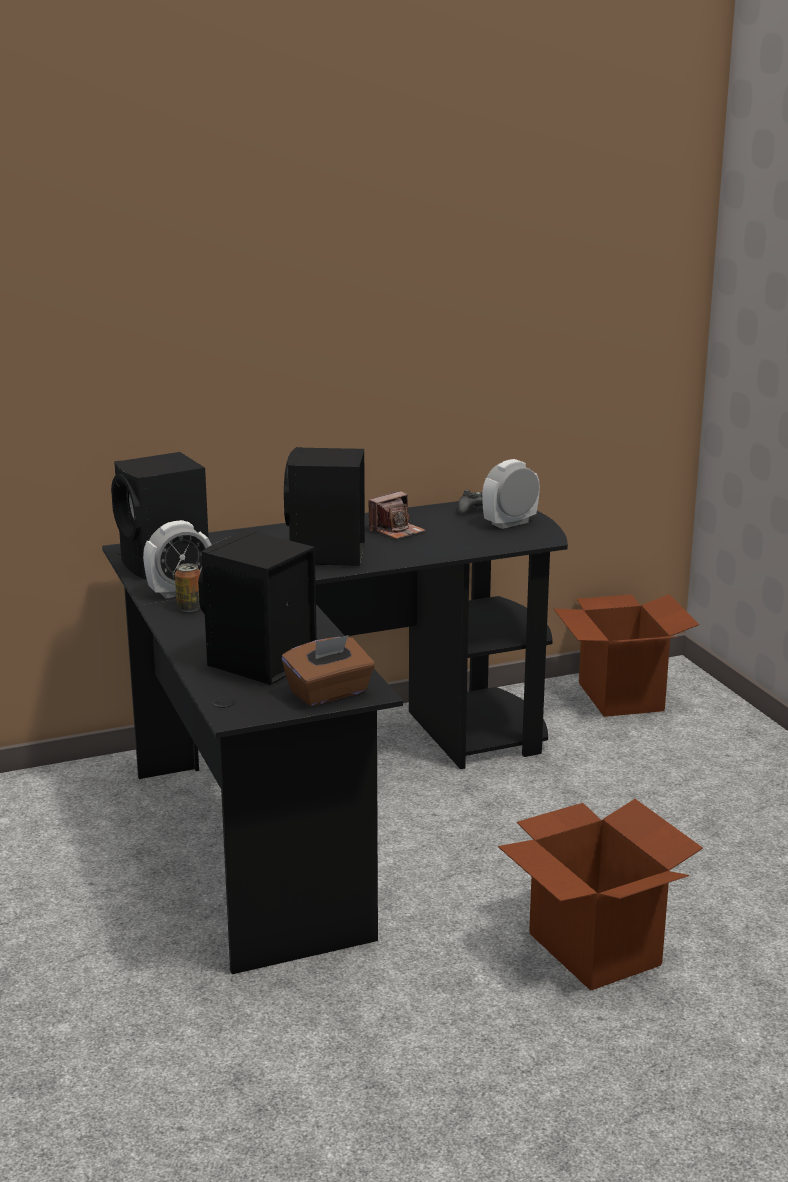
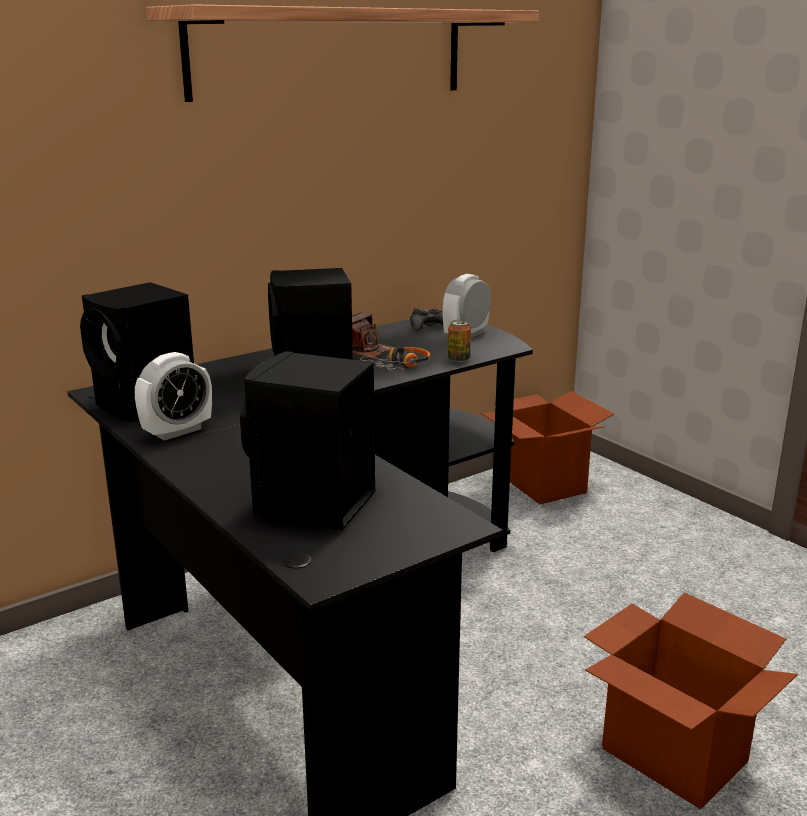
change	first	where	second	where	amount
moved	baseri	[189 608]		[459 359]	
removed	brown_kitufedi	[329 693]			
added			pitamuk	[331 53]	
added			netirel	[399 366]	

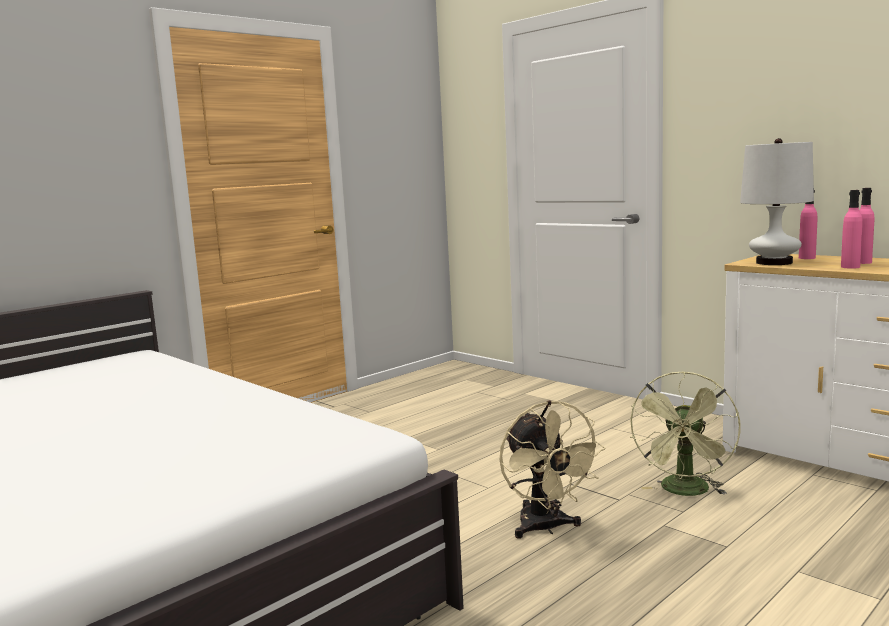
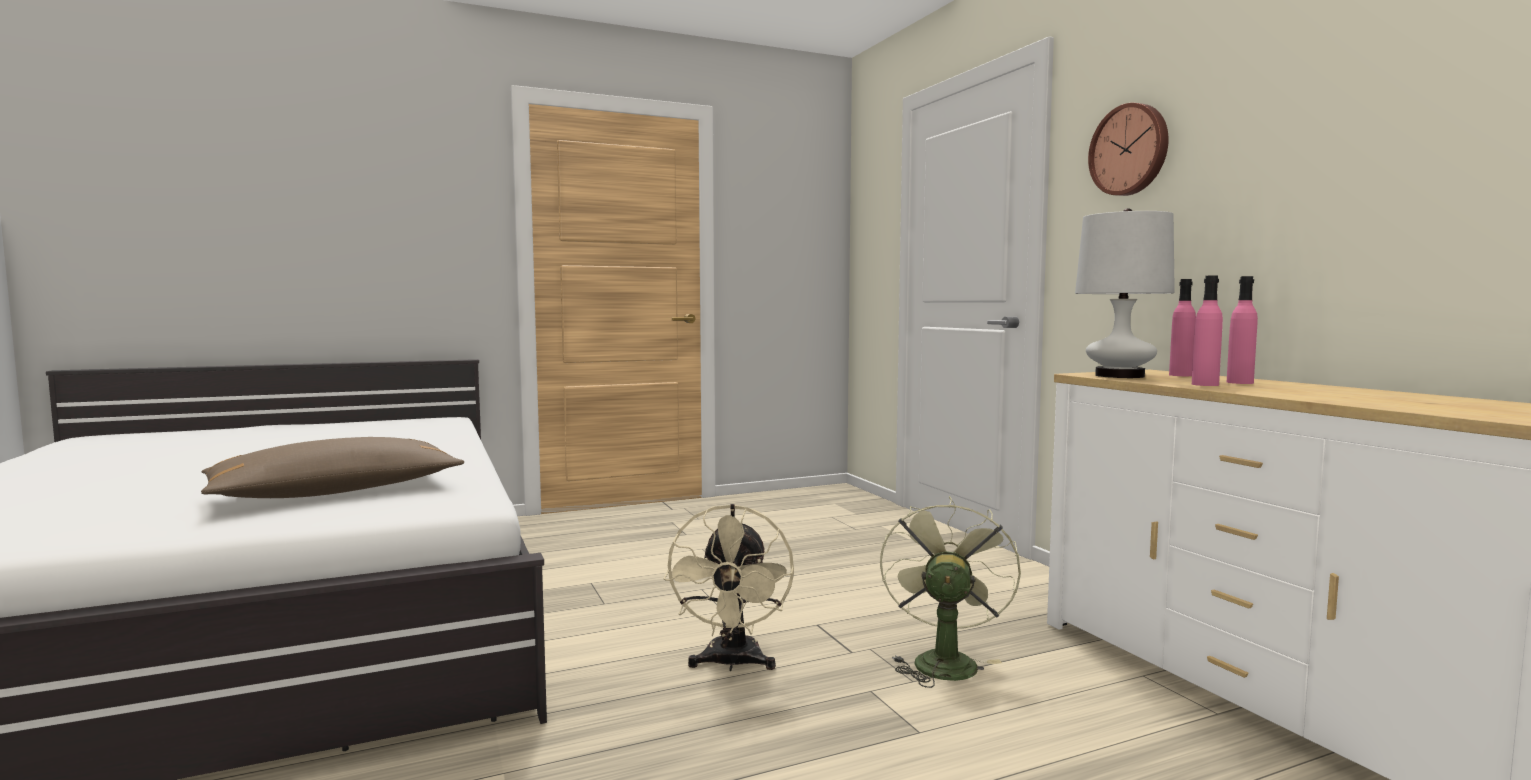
change	first	where	second	where	amount
turned	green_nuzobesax	[685 492]		[943 660]	150 degrees clockwise
added			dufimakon	[1130 150]	
added			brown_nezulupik	[336 492]	

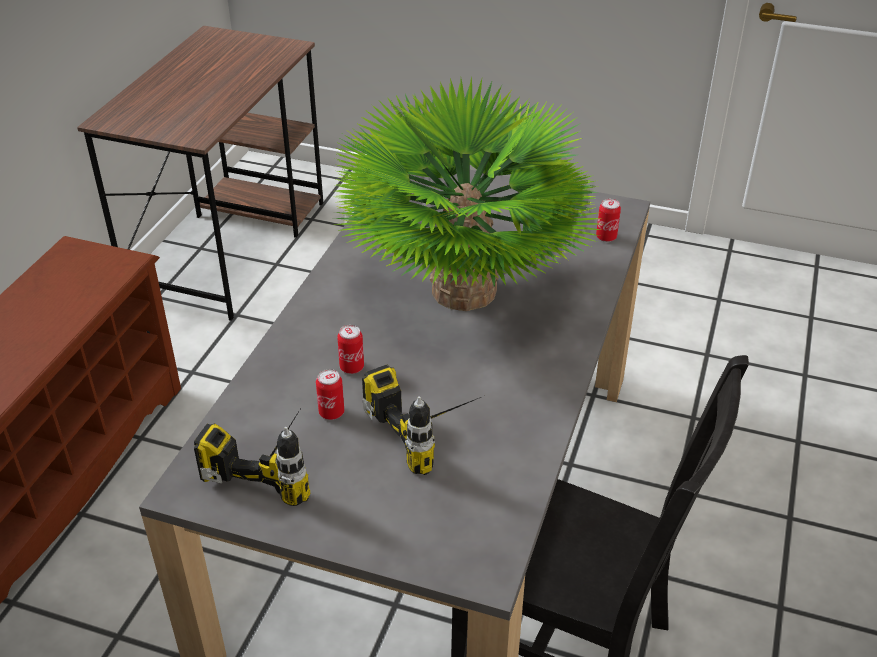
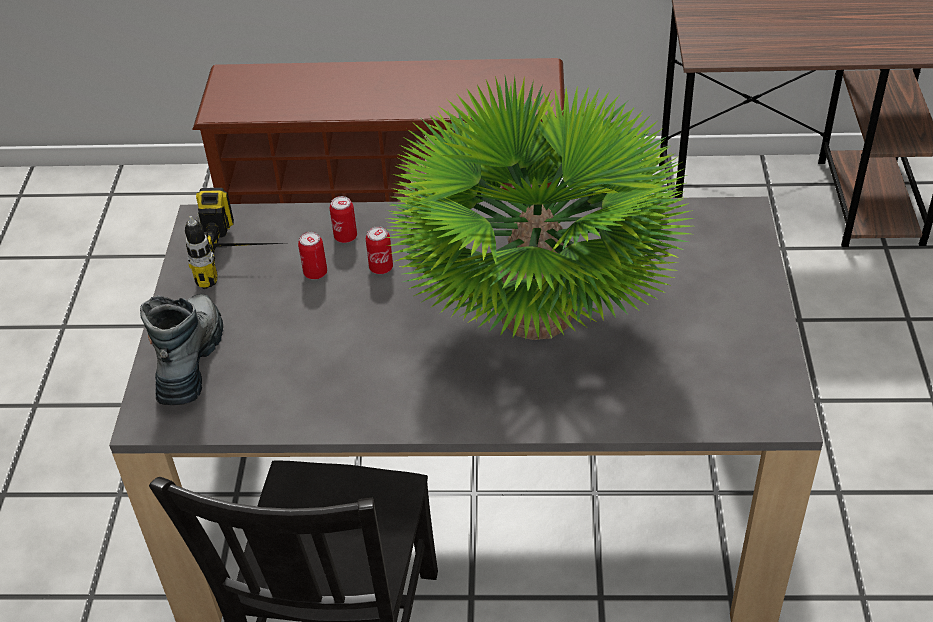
change	first	where	second	where	amount
moved	baseri	[606 237]		[345 237]	
removed	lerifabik	[434 430]			
added			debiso	[190 360]	

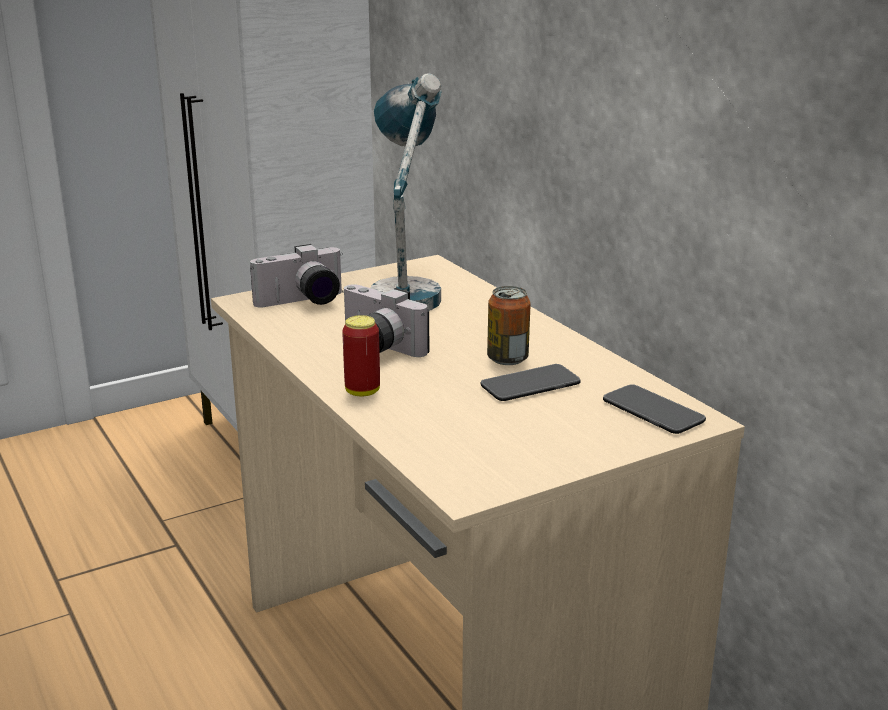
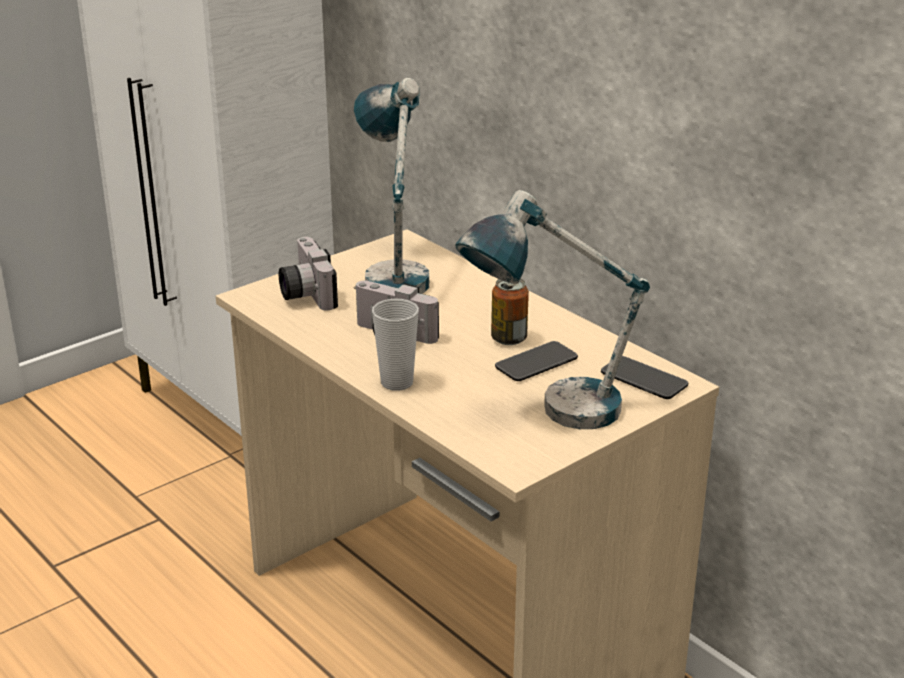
change	first	where	second	where	amount
turned	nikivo	[303 302]		[304 293]	105 degrees clockwise
replaced	baseri	[362 391]	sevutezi	[397 382]	
added			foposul	[548 412]	

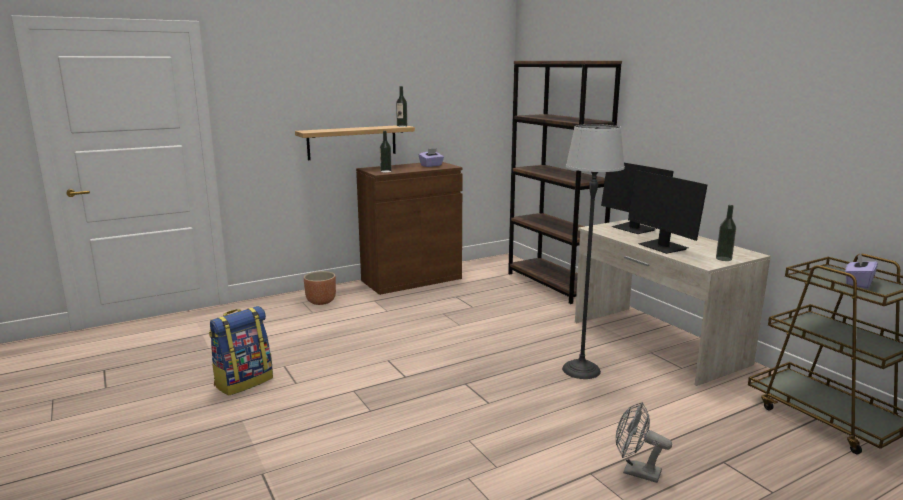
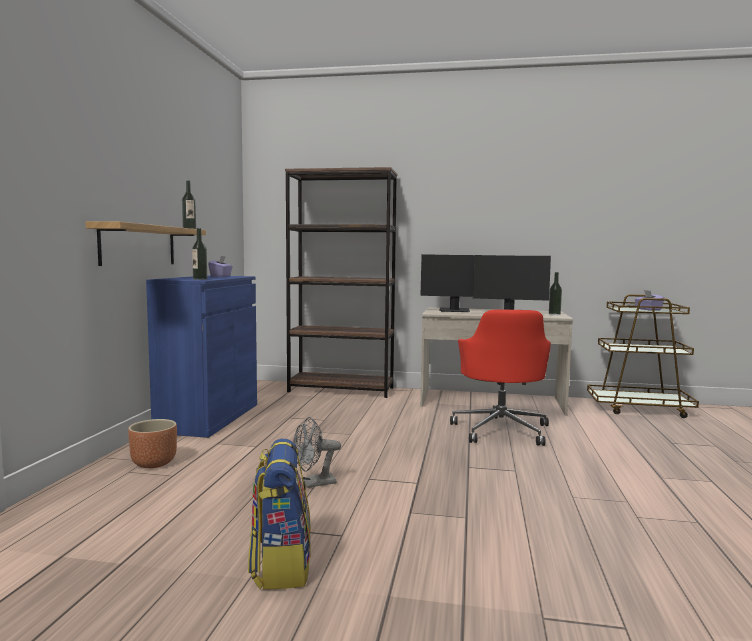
change	first	where	second	where	amount
replaced	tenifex	[581 369]	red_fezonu	[501 430]	
recoloured	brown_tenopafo	[411 279]	blue_tenopafo	[209 418]	
moved	grey_nuzobesax	[635 471]		[313 483]	

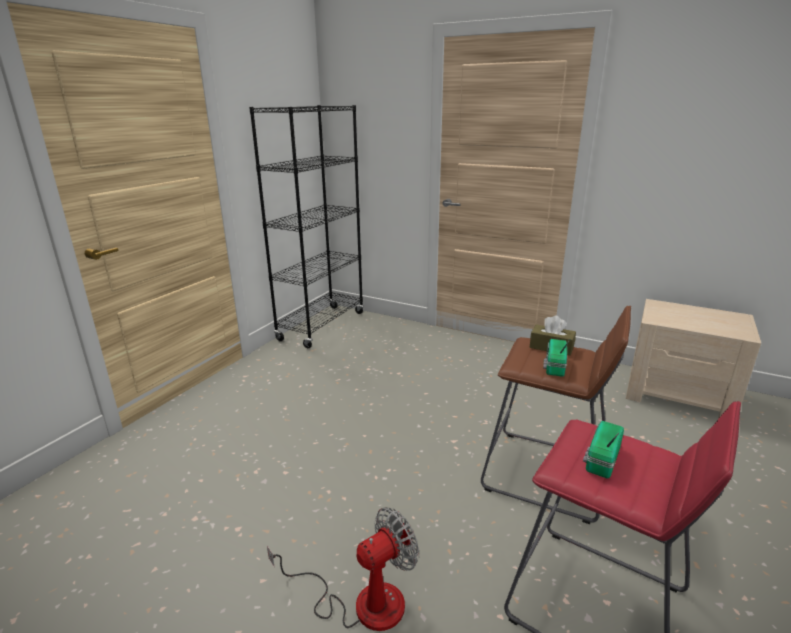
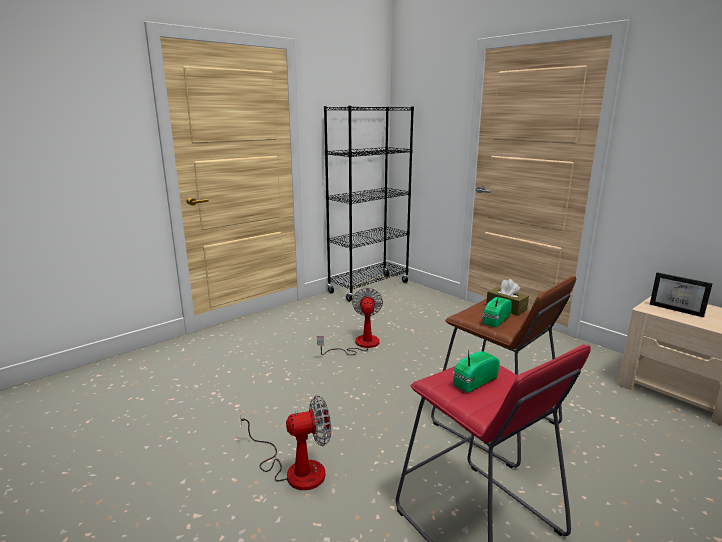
change	first	where	second	where	amount
added			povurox	[678 309]	
added			nuzobesax	[359 345]	

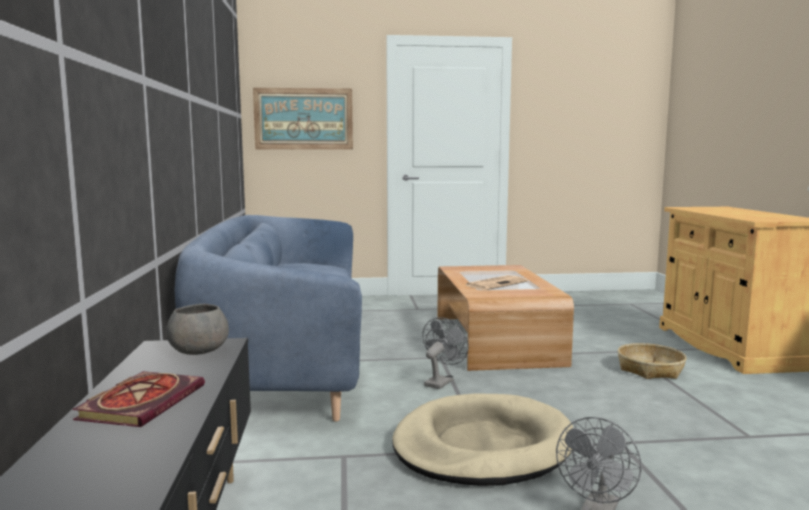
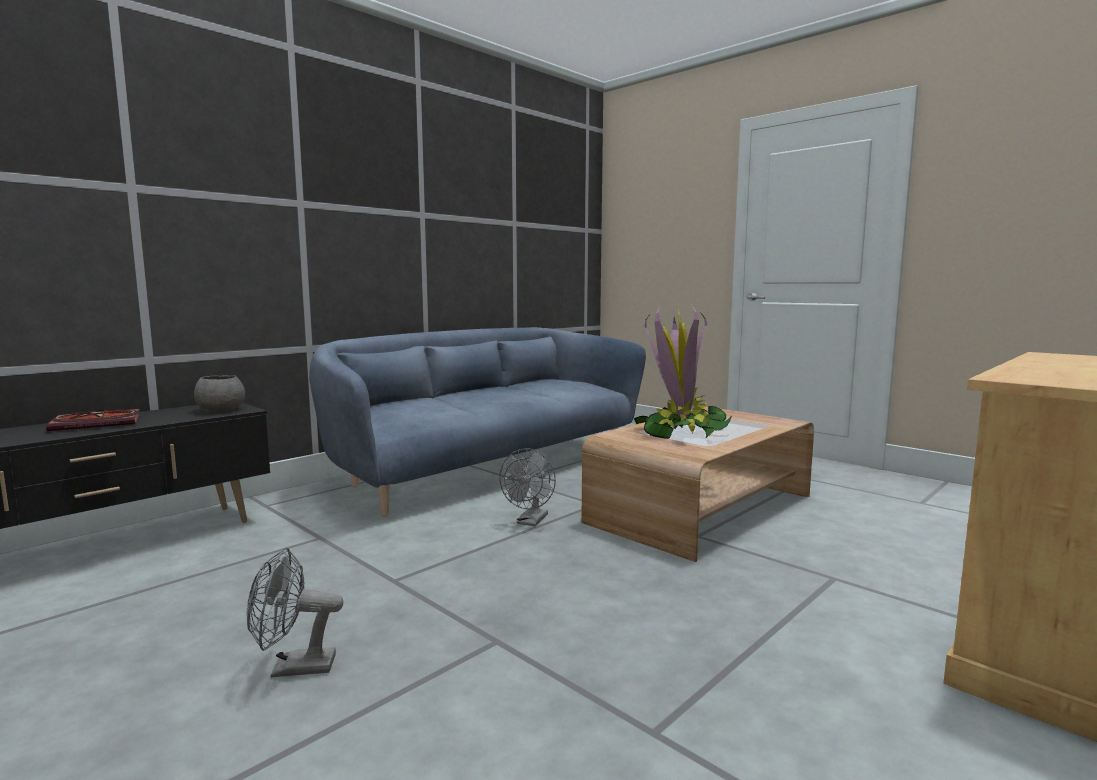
change	first	where	second	where	amount
removed	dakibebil	[303 119]			
replaced	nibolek	[496 283]	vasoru	[681 431]	
turned	grey_nuzobesax	[441 381]		[530 522]	120 degrees clockwise
removed	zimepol	[650 370]			
removed	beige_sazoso	[482 446]			

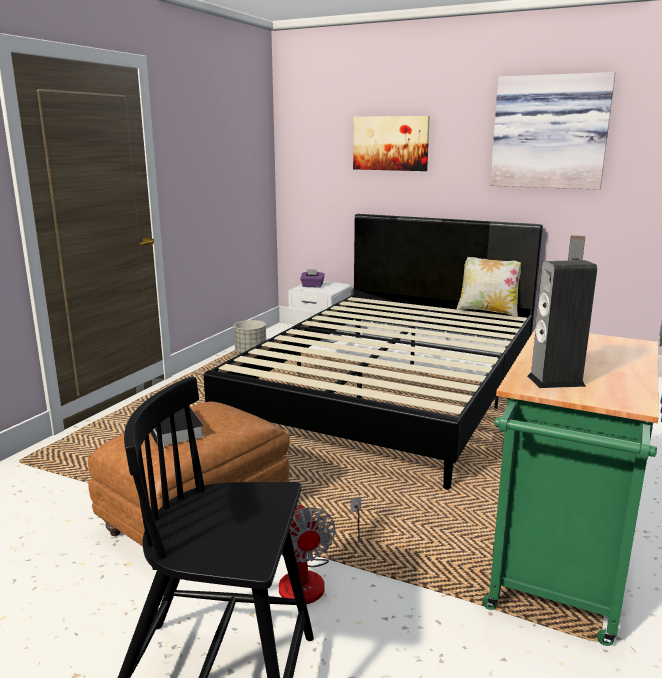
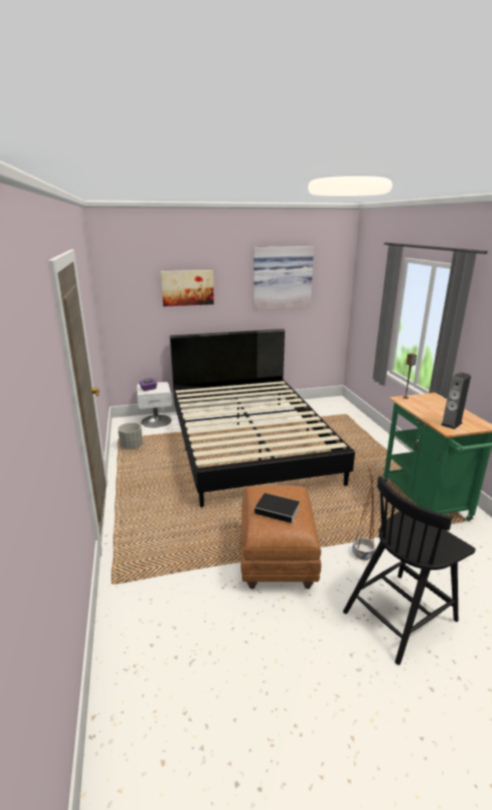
change	first	where	second	where	amount
removed	nezulupik	[488 311]			
replaced	nuzobesax	[312 578]	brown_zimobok	[362 553]	

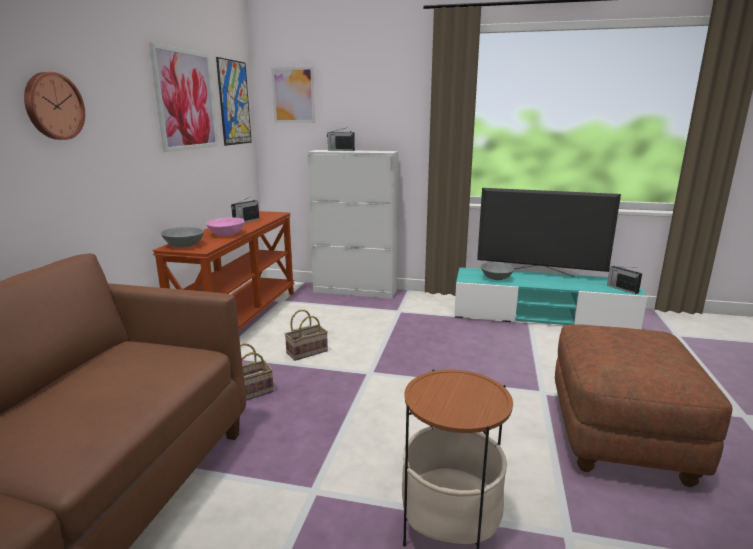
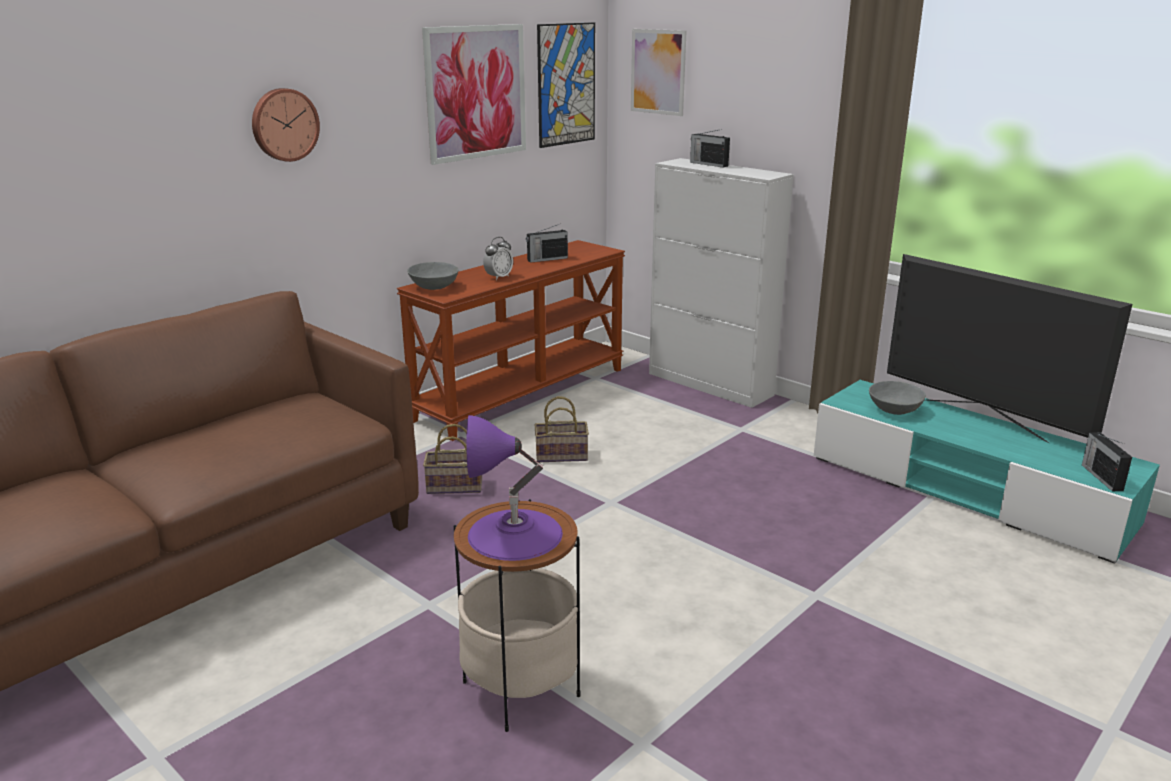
change	first	where	second	where	amount
replaced	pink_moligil	[226 234]	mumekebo	[498 277]	
removed	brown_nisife	[620 437]			
added			purple_foposul	[514 534]	

